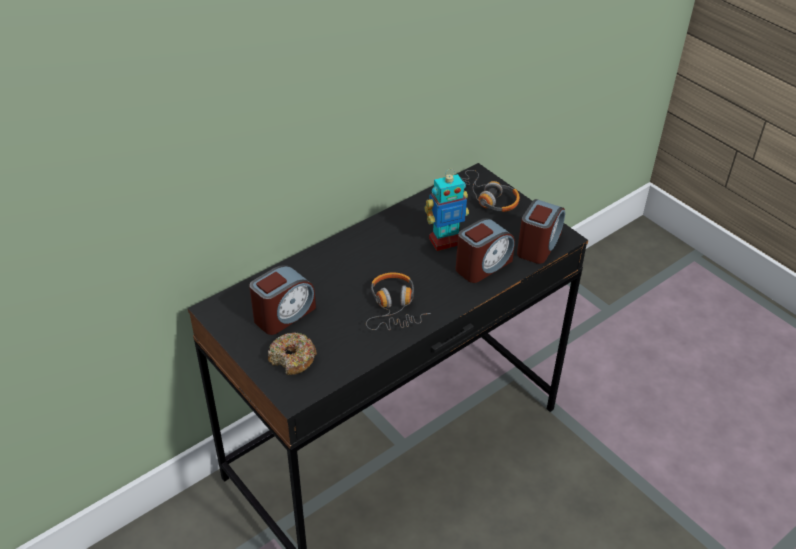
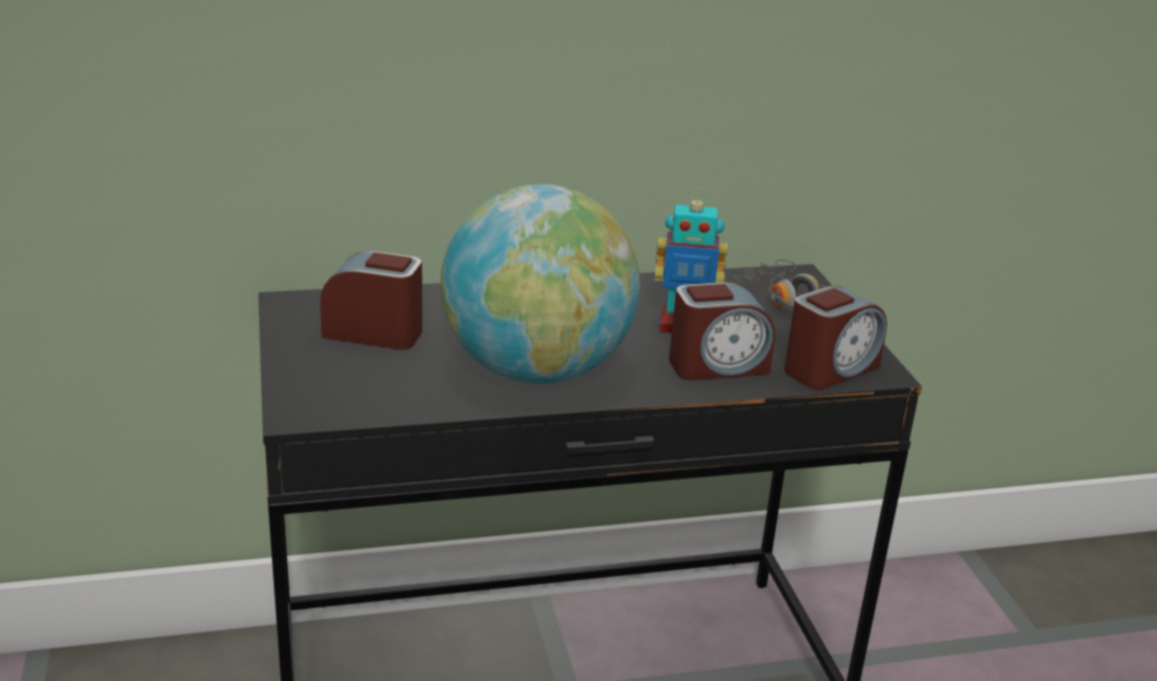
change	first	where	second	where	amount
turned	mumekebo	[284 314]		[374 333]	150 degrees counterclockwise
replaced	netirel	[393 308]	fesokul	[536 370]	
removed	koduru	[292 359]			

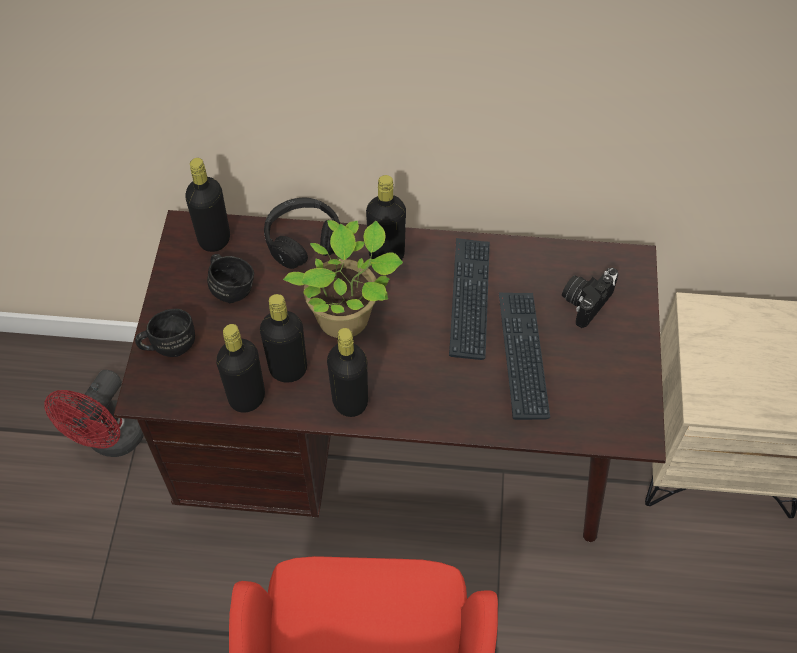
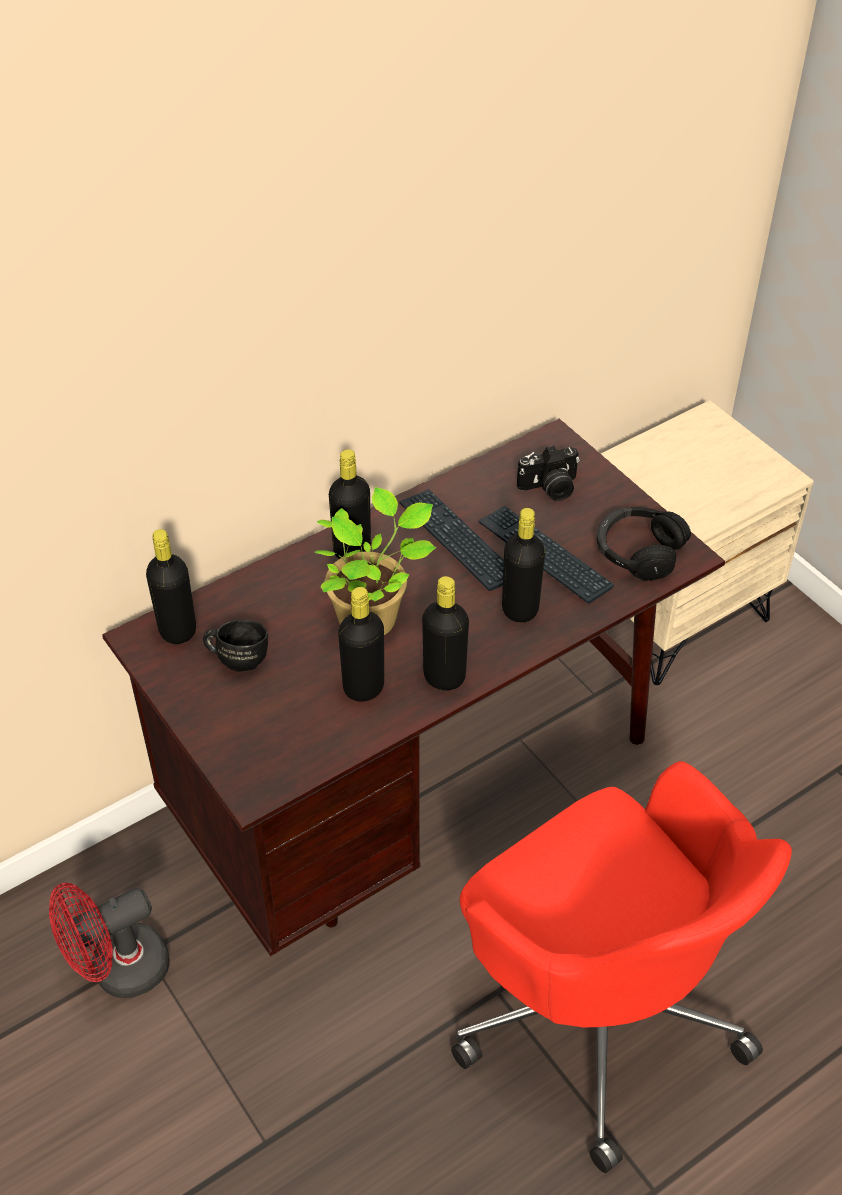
change	first	where	second	where	amount
moved	black_netirel	[303 240]		[638 552]	
turned	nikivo	[585 301]		[550 488]	105 degrees counterclockwise
removed	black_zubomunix	[168 344]			
moved	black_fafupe	[247 398]		[520 609]	
turned	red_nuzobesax	[111 440]		[119 971]	75 degrees clockwise

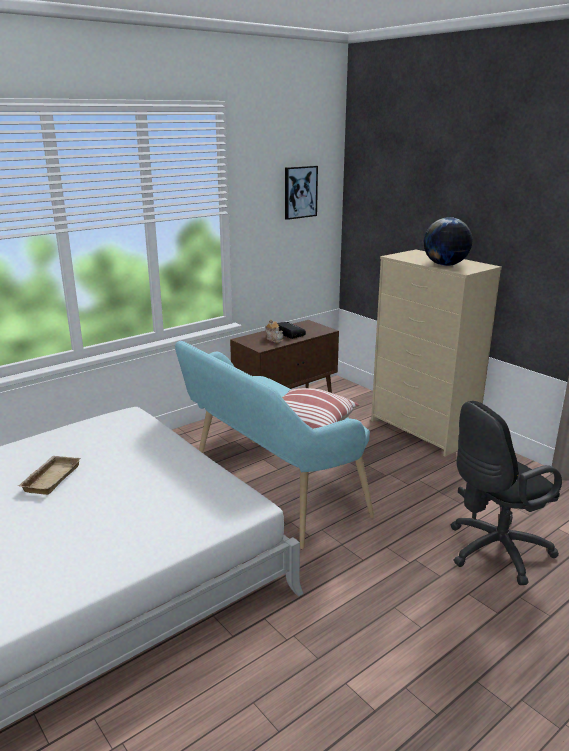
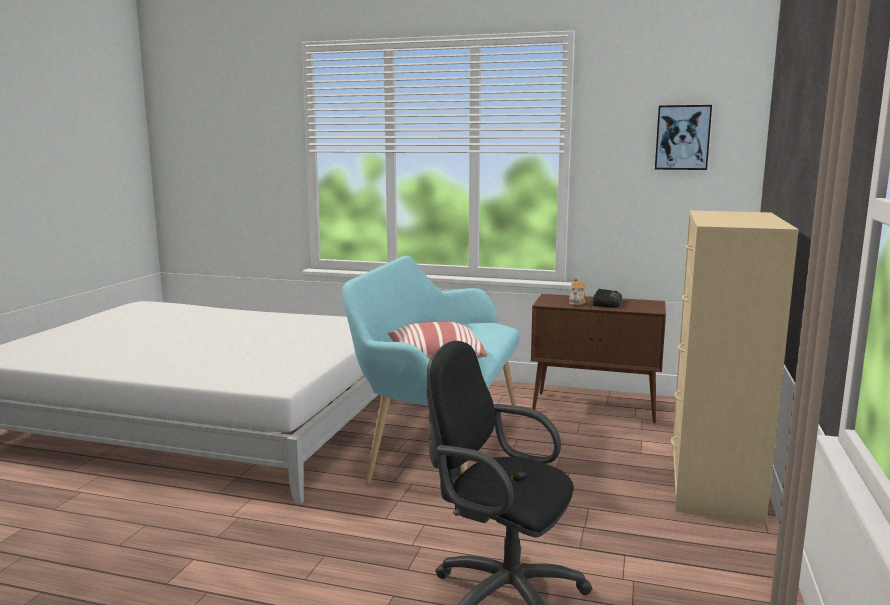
change	first	where	second	where	amount
removed	fesokul	[445 265]			
removed	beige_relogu	[50 478]			

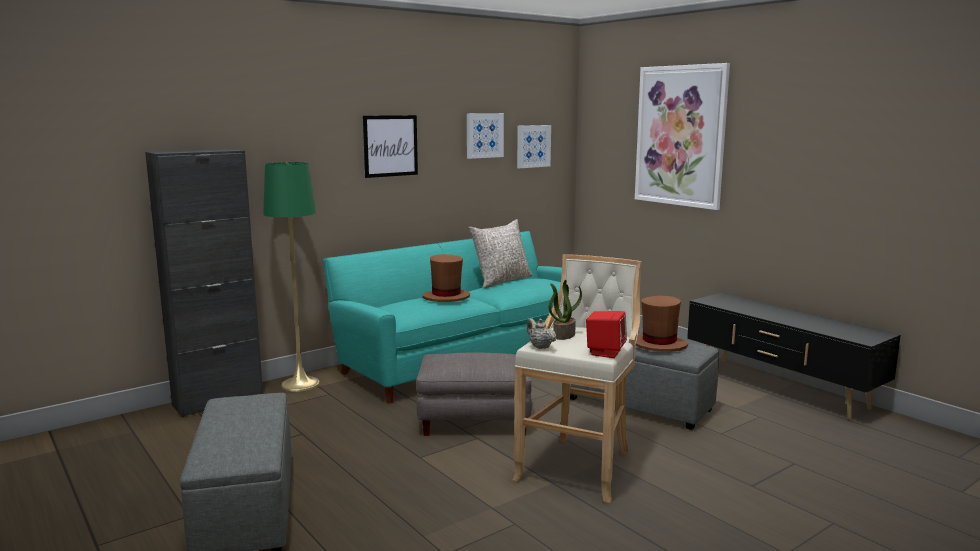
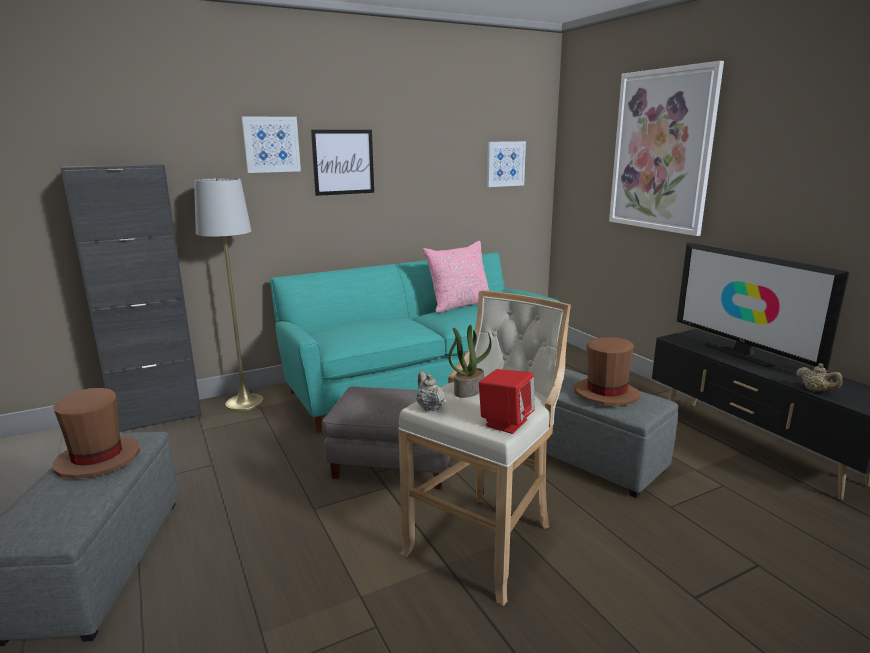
change	first	where	second	where	amount
moved	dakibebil	[484 135]		[271 144]	
recoloured	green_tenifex	[300 384]	grey_tenifex	[244 402]	
recoloured	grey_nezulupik	[501 281]	pink_nezulupik	[459 305]	
moved	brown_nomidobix	[446 297]		[98 459]	
added			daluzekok	[743 353]	
added			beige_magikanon	[816 391]	

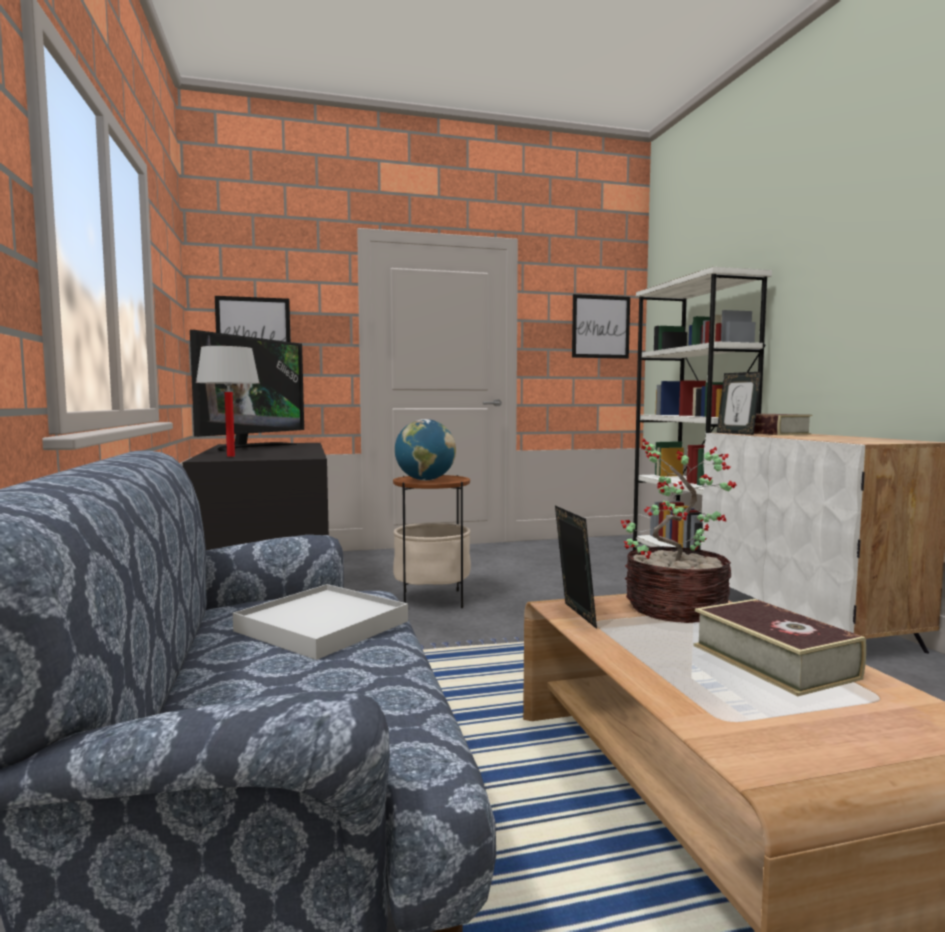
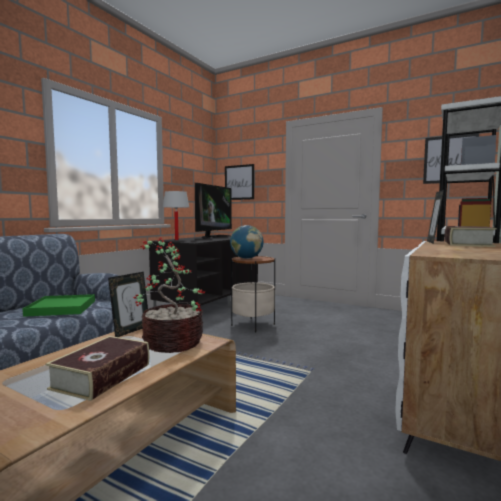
change	first	where	second	where	amount
turned	daluzekok	[250 447]		[212 237]	45 degrees counterclockwise
recoloured	white_relogu	[322 626]	green_relogu	[61 308]	

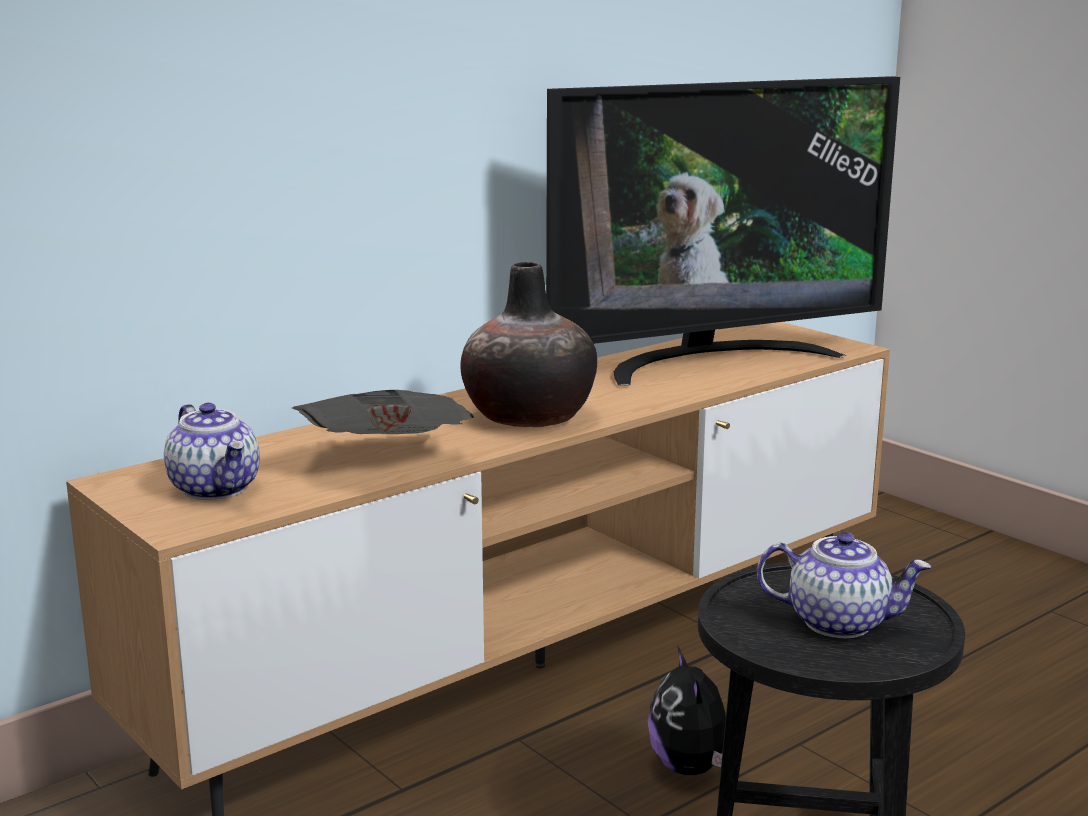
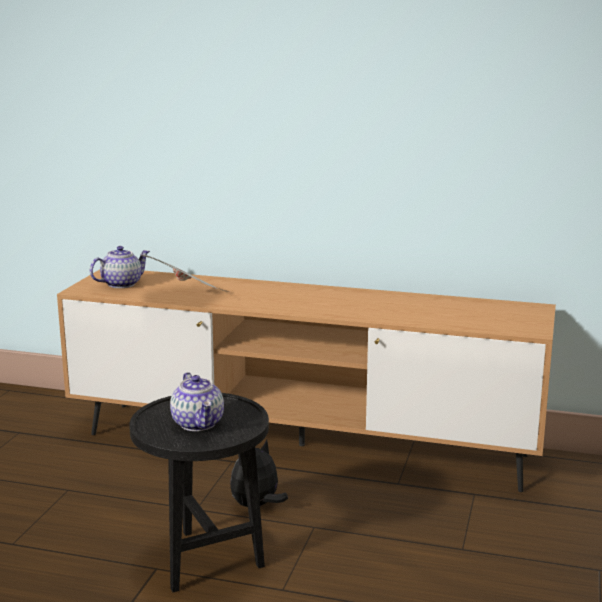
change	first	where	second	where	amount
removed	daluzekok	[712 359]			
removed	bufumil	[529 417]			
turned	magikanon	[216 489]		[121 284]	150 degrees counterclockwise

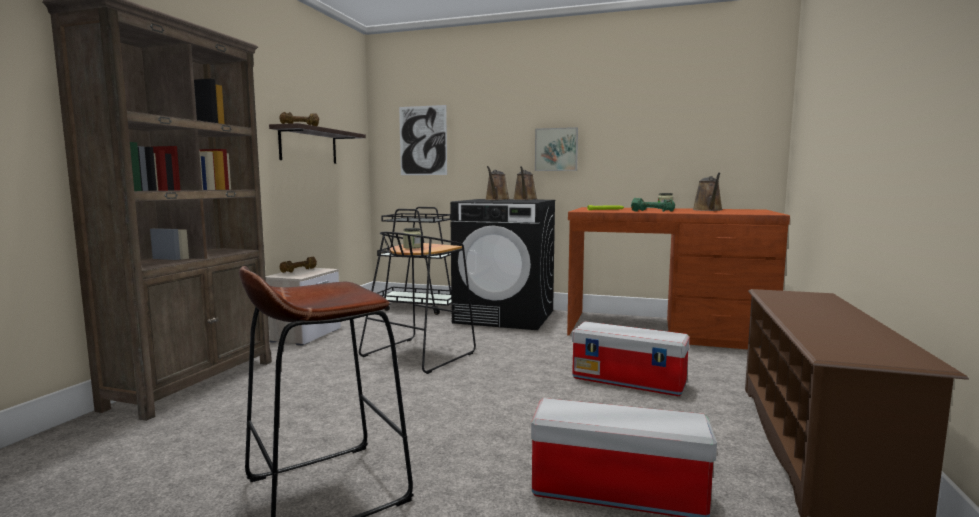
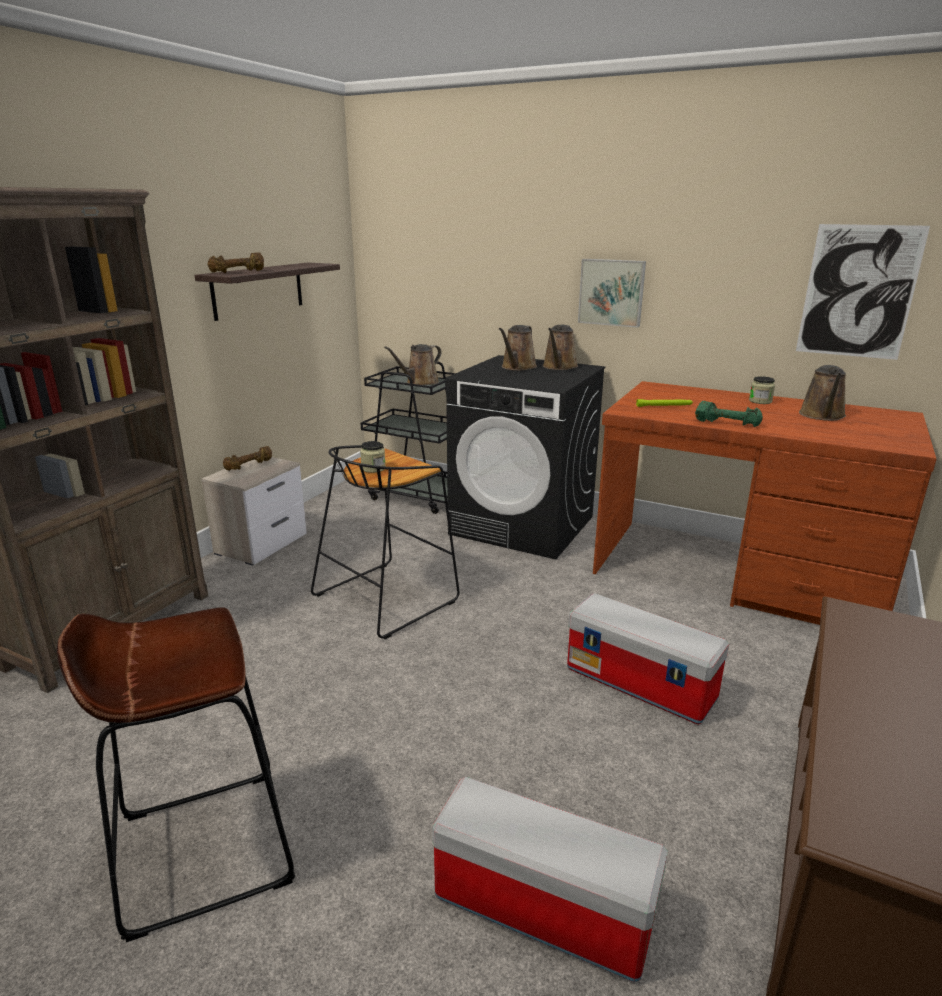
change	first	where	second	where	amount
moved	dakibebil	[423 140]		[858 292]	
added			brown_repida	[419 382]	

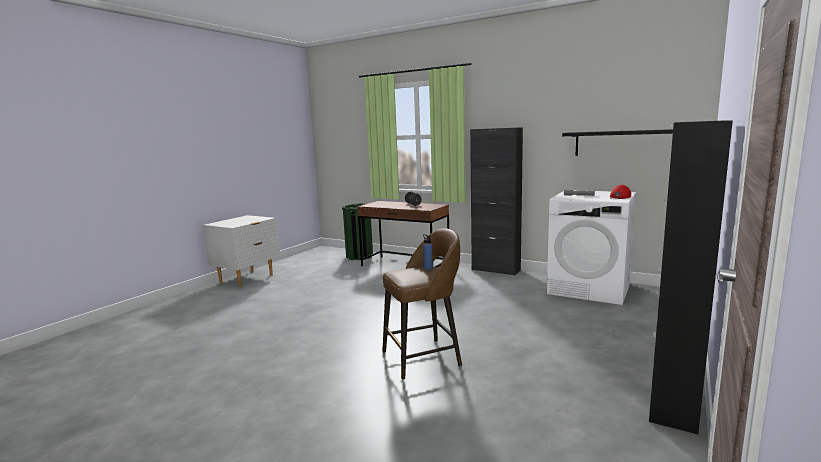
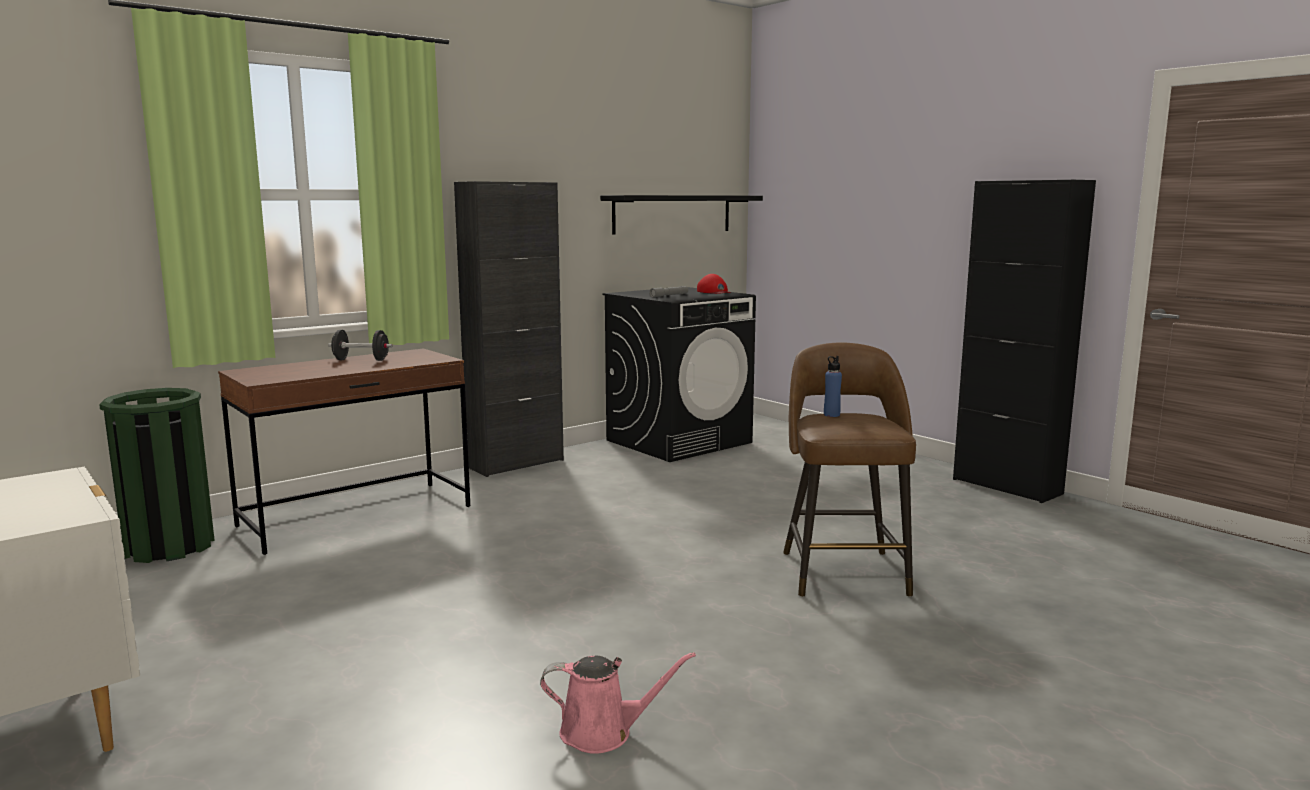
change	first	where	second	where	amount
recoloured	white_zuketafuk	[589 289]	black_zuketafuk	[679 441]	
added			pink_repida	[603 732]	

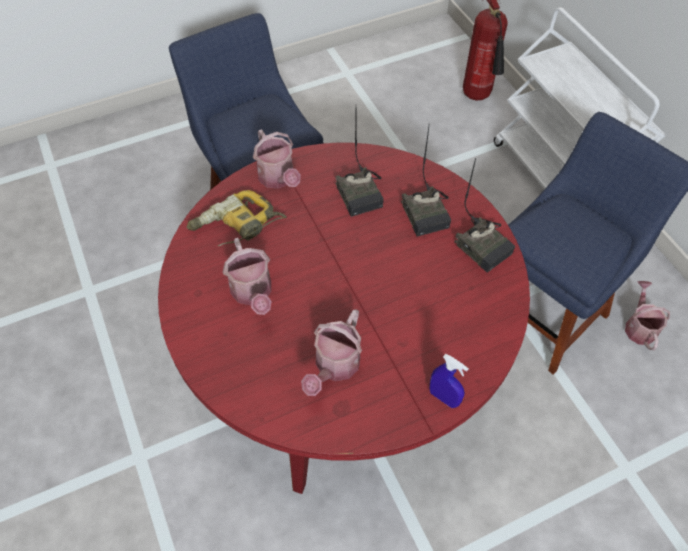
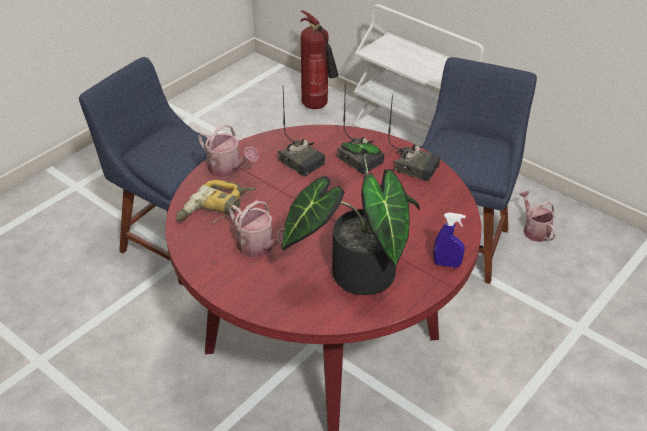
change	first	where	second	where	amount
replaced	repida	[334 367]	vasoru	[355 272]	

